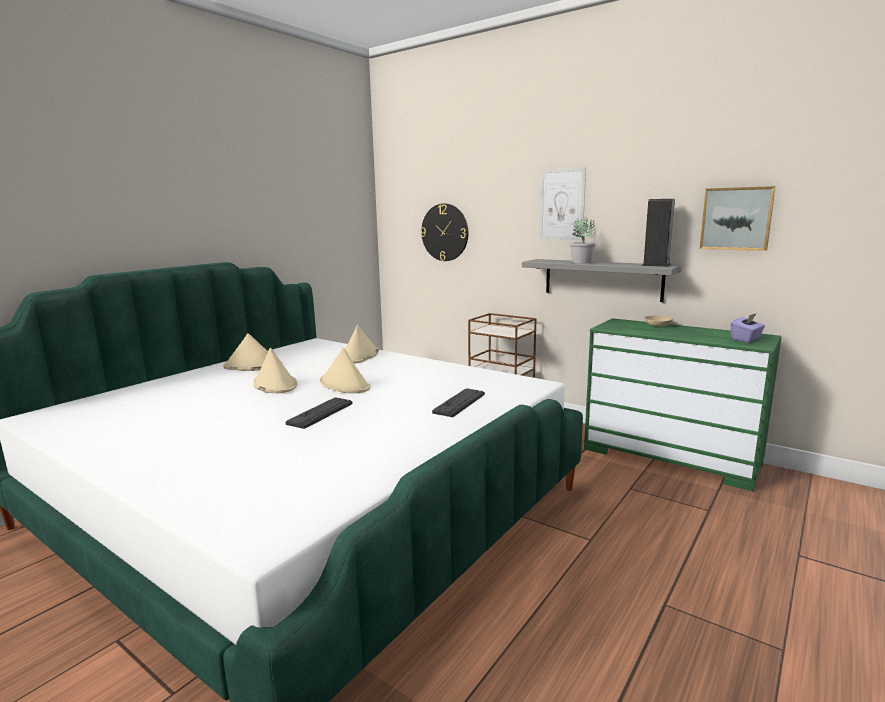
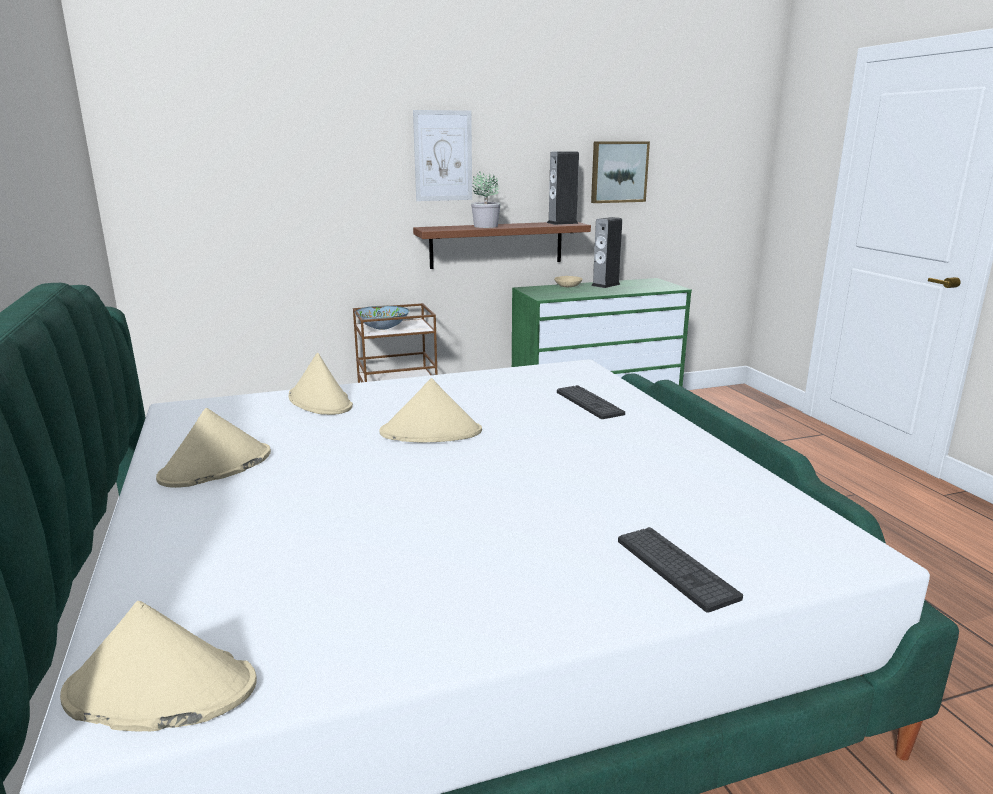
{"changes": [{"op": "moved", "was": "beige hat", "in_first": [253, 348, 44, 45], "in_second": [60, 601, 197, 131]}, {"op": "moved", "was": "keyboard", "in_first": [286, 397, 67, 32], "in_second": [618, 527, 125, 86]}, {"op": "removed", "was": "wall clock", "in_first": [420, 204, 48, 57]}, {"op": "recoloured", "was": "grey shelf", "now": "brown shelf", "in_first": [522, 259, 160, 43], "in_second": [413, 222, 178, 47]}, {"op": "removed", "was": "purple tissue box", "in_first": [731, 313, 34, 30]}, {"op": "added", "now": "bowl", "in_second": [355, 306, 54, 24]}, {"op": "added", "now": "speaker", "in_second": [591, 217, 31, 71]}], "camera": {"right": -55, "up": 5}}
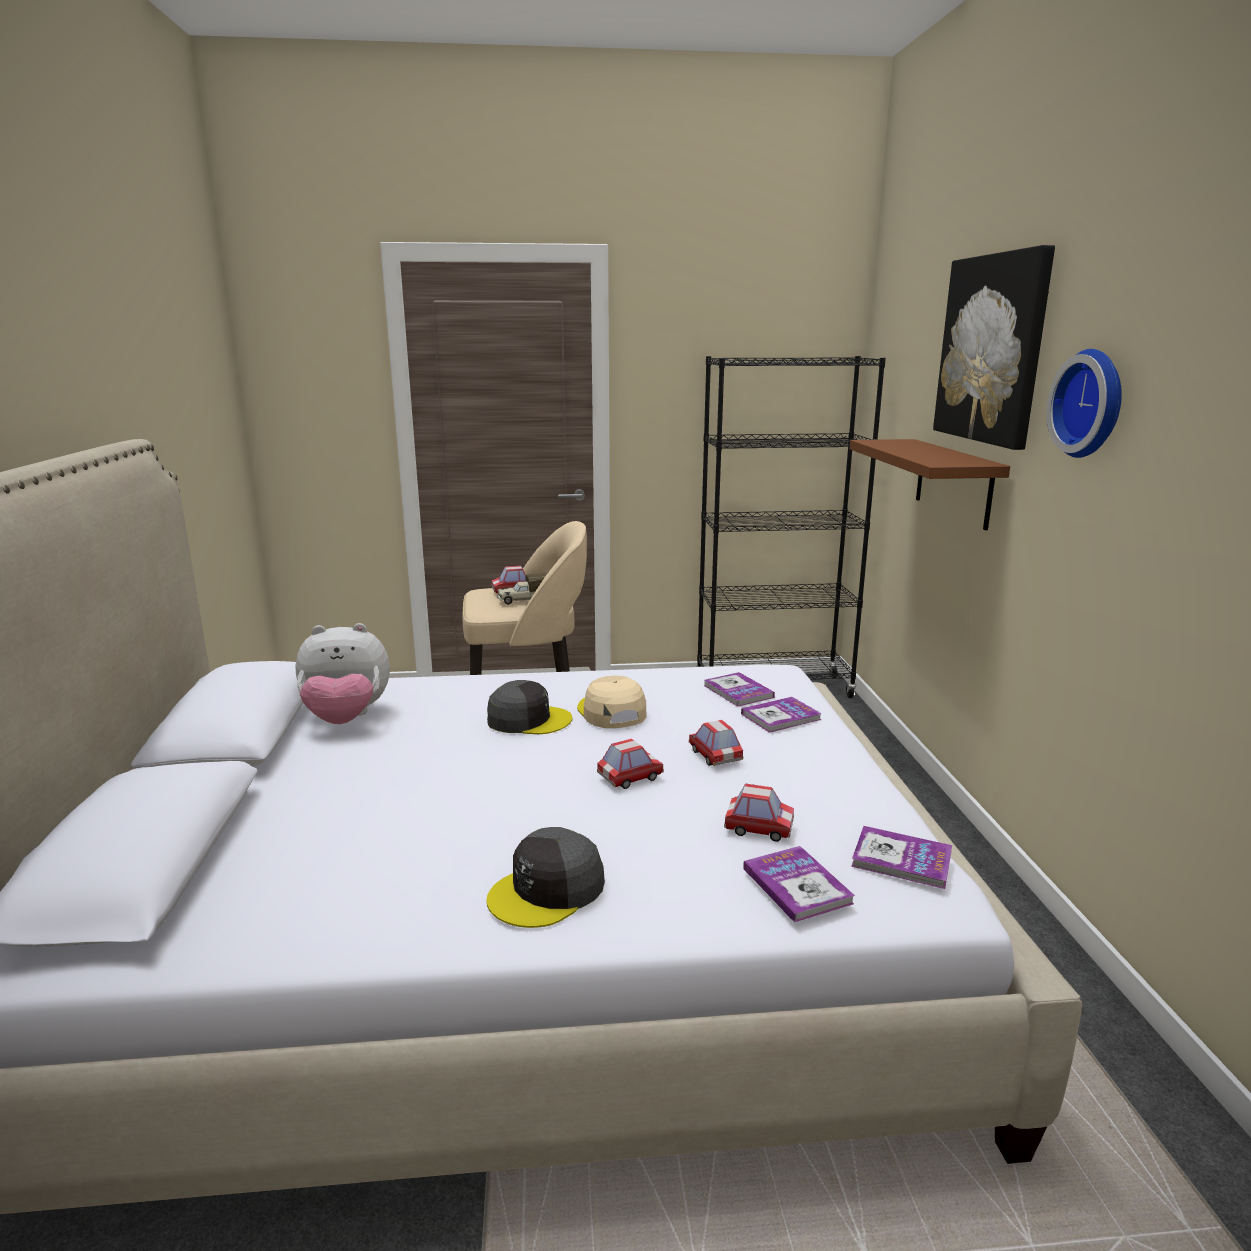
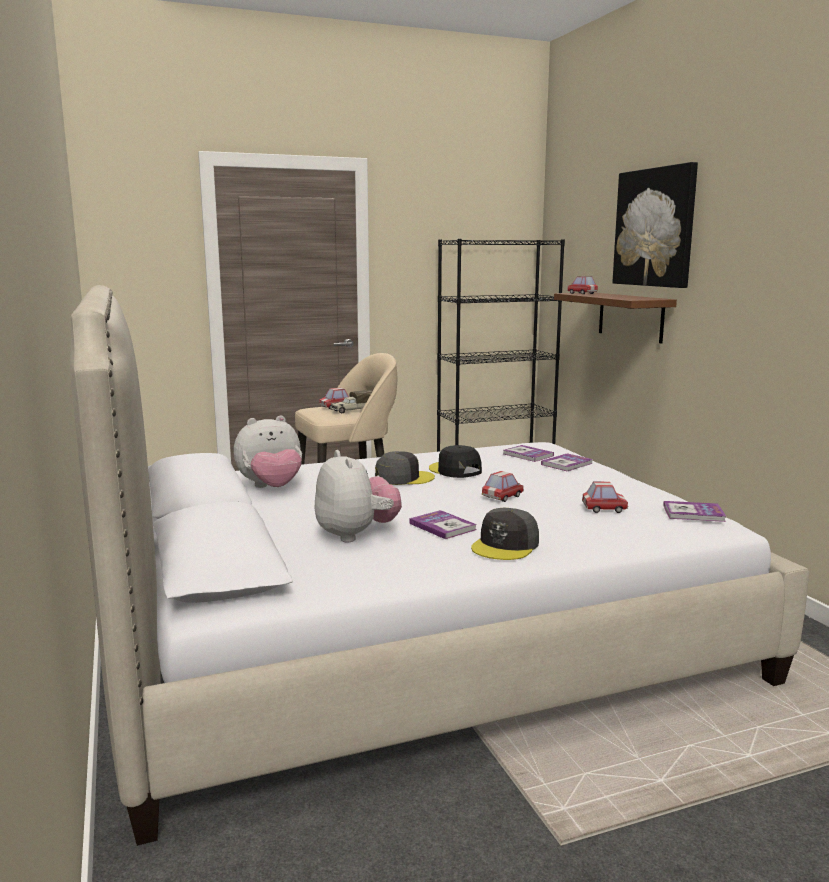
{"changes": [{"op": "recoloured", "was": "beige cap", "now": "black cap", "in_first": [577, 676, 69, 53], "in_second": [429, 445, 53, 33]}, {"op": "moved", "was": "toy car", "in_first": [689, 720, 54, 46], "in_second": [567, 276, 31, 18]}, {"op": "moved", "was": "book", "in_first": [743, 846, 112, 76], "in_second": [410, 510, 67, 29]}, {"op": "removed", "was": "wall clock", "in_first": [1047, 349, 75, 109]}, {"op": "added", "now": "plush toy", "in_second": [315, 450, 87, 93]}], "camera": {"right": -15, "up": -5}}
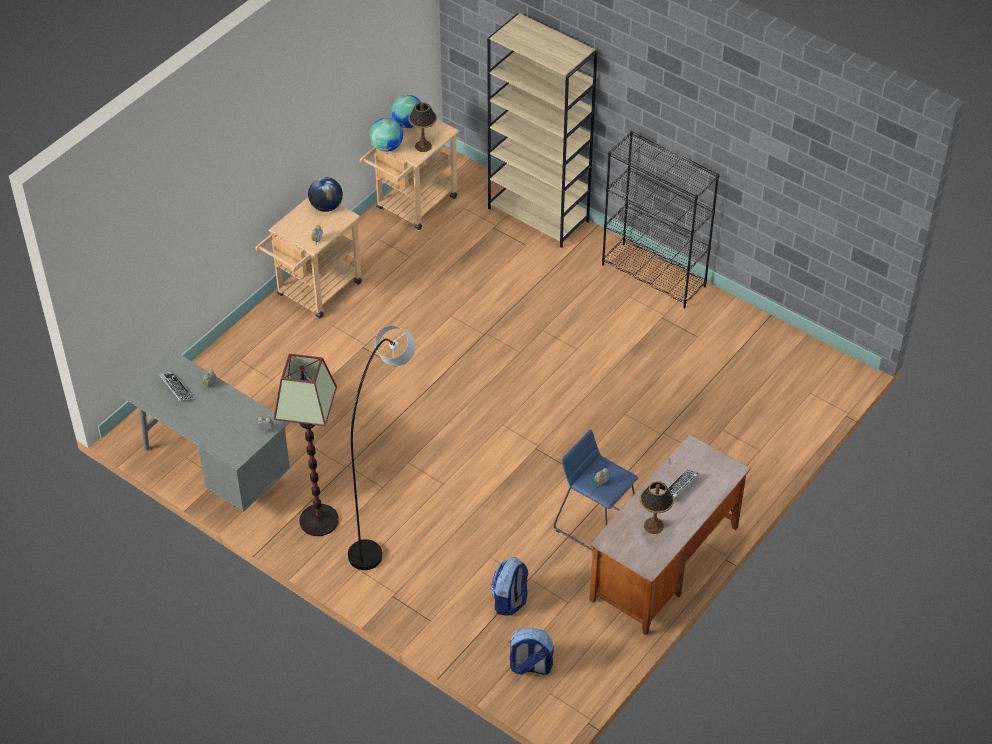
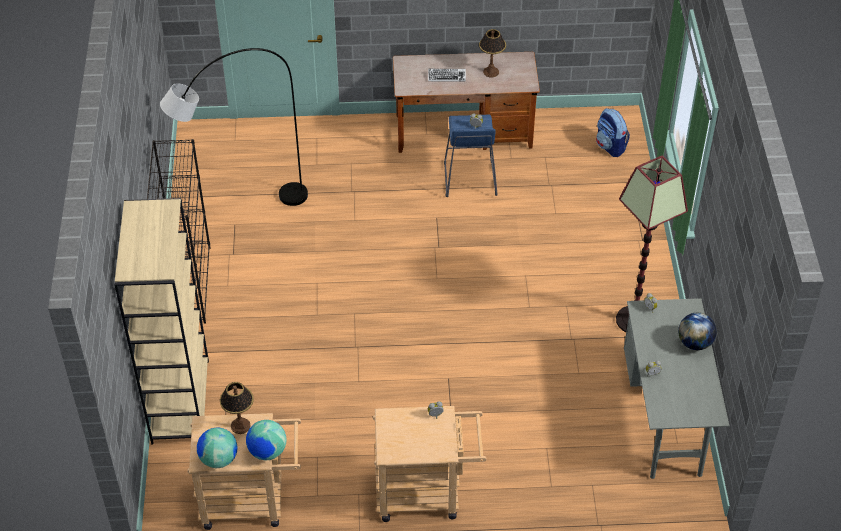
{"changes": [{"op": "removed", "was": "keyboard", "in_first": [159, 372, 35, 30]}, {"op": "moved", "was": "globe", "in_first": [308, 177, 35, 35], "in_second": [678, 313, 39, 37]}, {"op": "moved", "was": "grey floor lamp", "in_first": [348, 326, 68, 244], "in_second": [160, 48, 148, 158]}, {"op": "removed", "was": "backpack", "in_first": [491, 557, 38, 59]}], "camera": {"right": -130, "up": 0}}
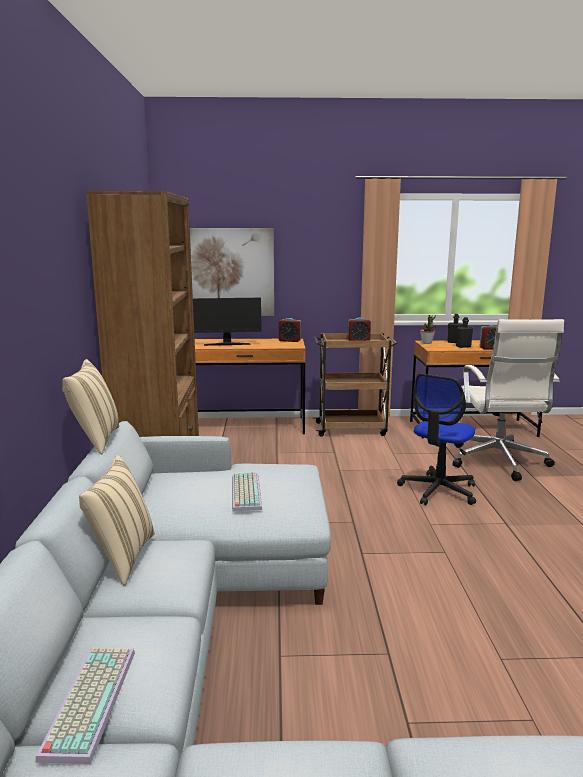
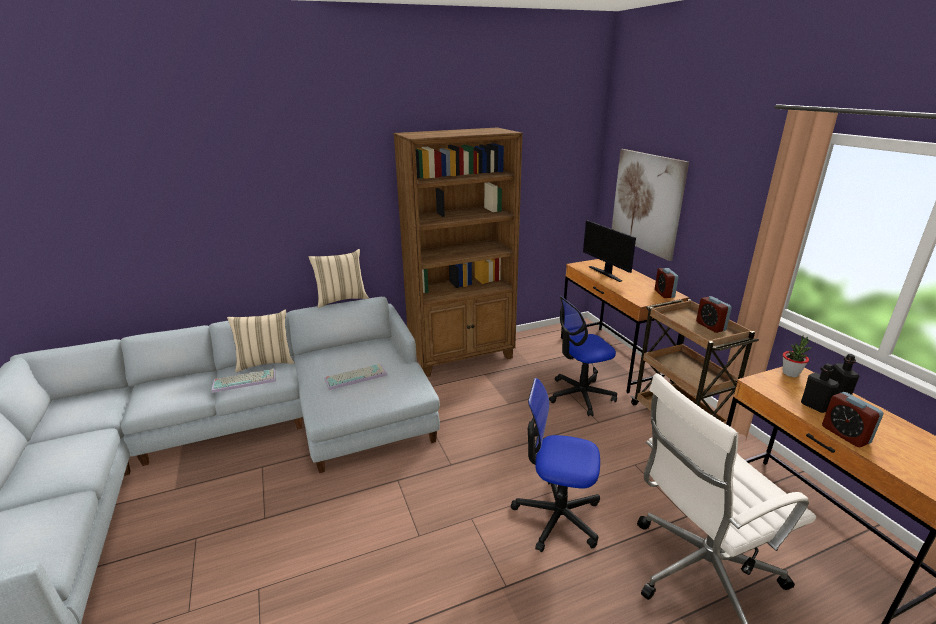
{"changes": [{"op": "moved", "was": "keyboard", "in_first": [35, 648, 100, 116], "in_second": [212, 369, 64, 24]}, {"op": "added", "now": "office chair", "in_second": [549, 296, 68, 120]}], "camera": {"right": 70, "up": 10}}
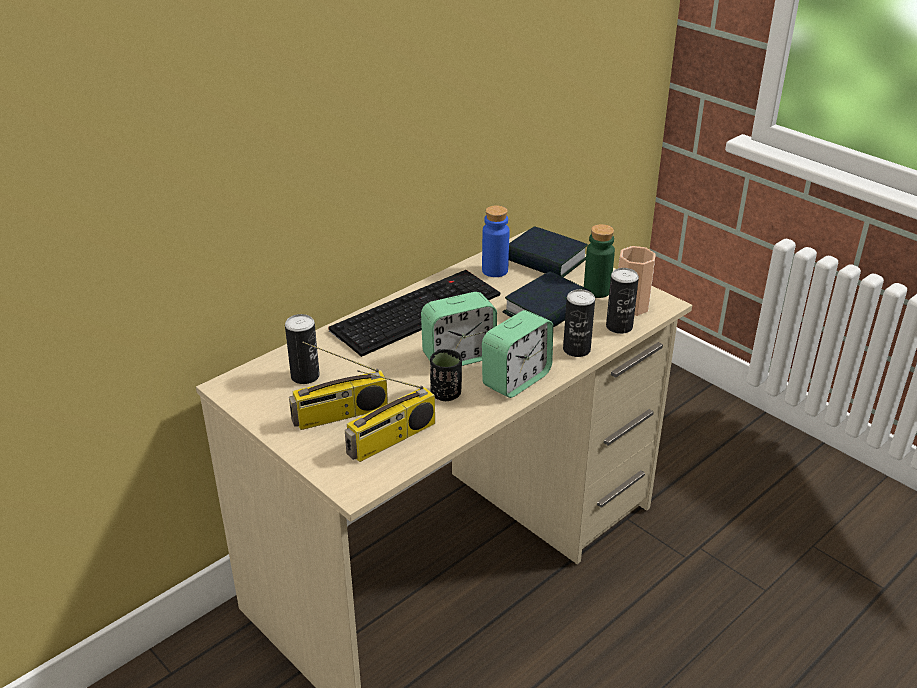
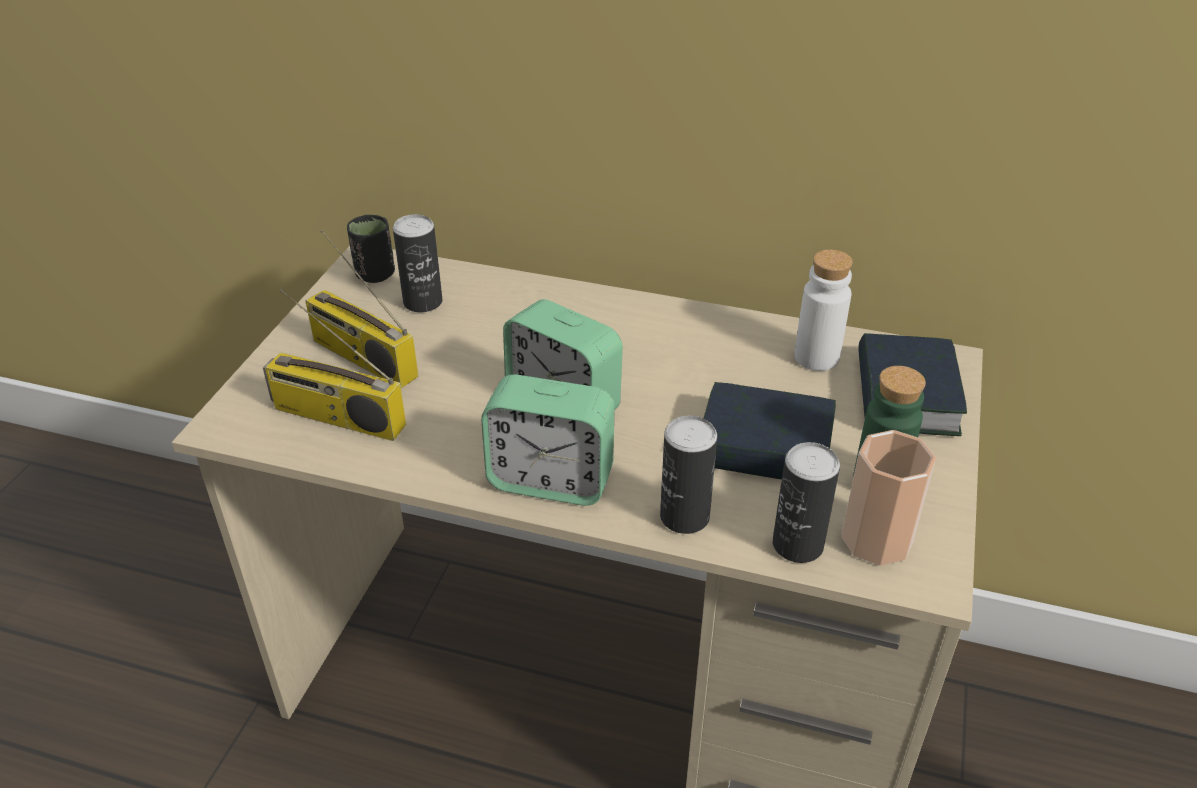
{"changes": [{"op": "removed", "was": "keyboard", "in_first": [328, 270, 172, 87]}, {"op": "moved", "was": "black cup", "in_first": [430, 349, 32, 52], "in_second": [347, 215, 48, 68]}, {"op": "recoloured", "was": "blue bottle", "now": "white bottle", "in_first": [482, 205, 27, 72], "in_second": [795, 249, 58, 122]}], "camera": {"right": 60, "up": 5}}
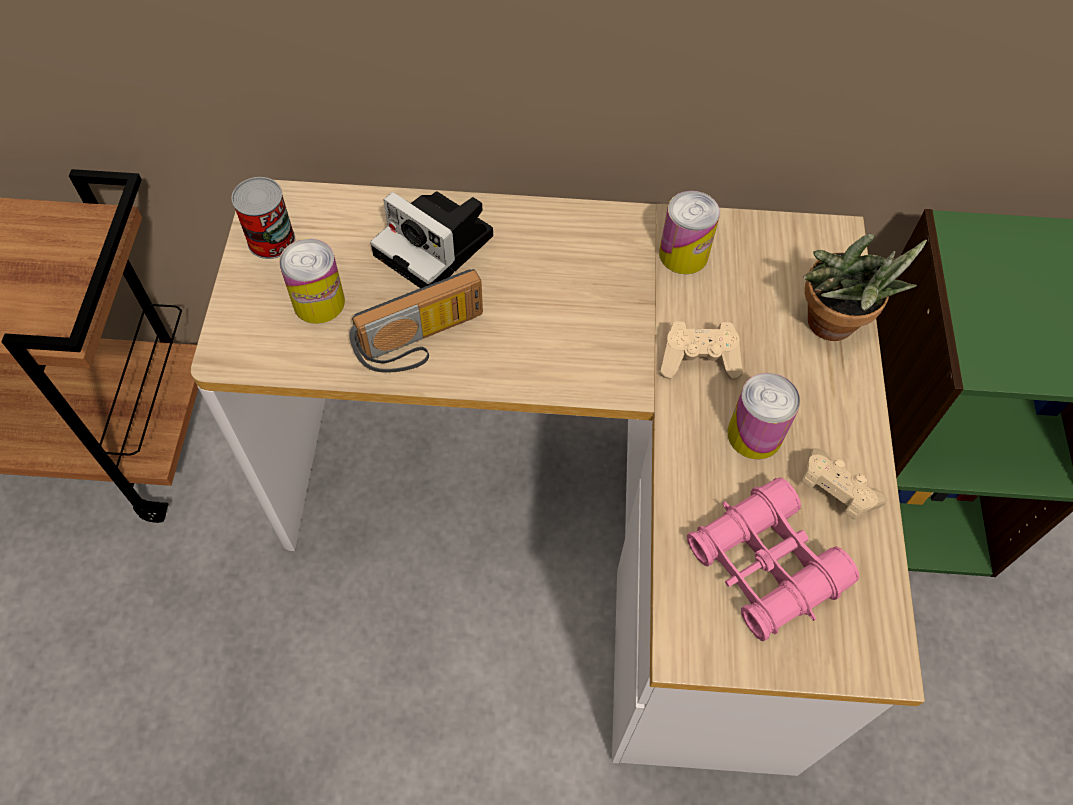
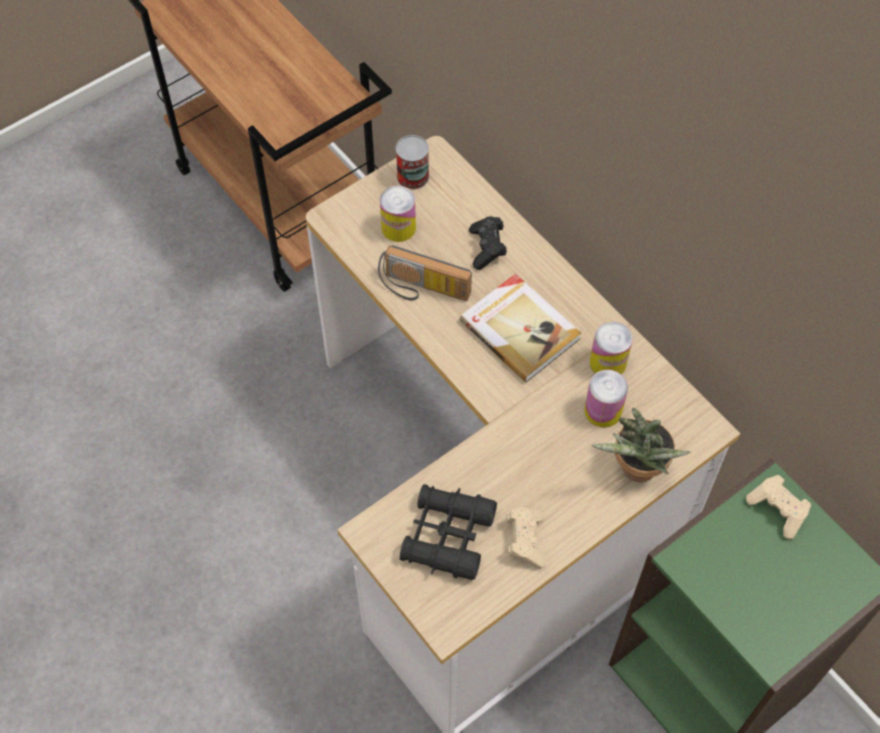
{"changes": [{"op": "replaced", "was": "photo camera", "now": "black game controller", "in_first": [370, 191, 123, 97], "in_second": [469, 216, 38, 54]}, {"op": "moved", "was": "beige game controller", "in_first": [659, 322, 84, 58], "in_second": [746, 475, 65, 64]}, {"op": "recoloured", "was": "pink binoculars", "now": "black binoculars", "in_first": [687, 478, 173, 163], "in_second": [400, 484, 97, 96]}, {"op": "moved", "was": "can", "in_first": [727, 373, 73, 87], "in_second": [584, 370, 44, 58]}, {"op": "added", "now": "book", "in_second": [459, 274, 122, 109]}], "camera": {"right": 50, "up": 0}}
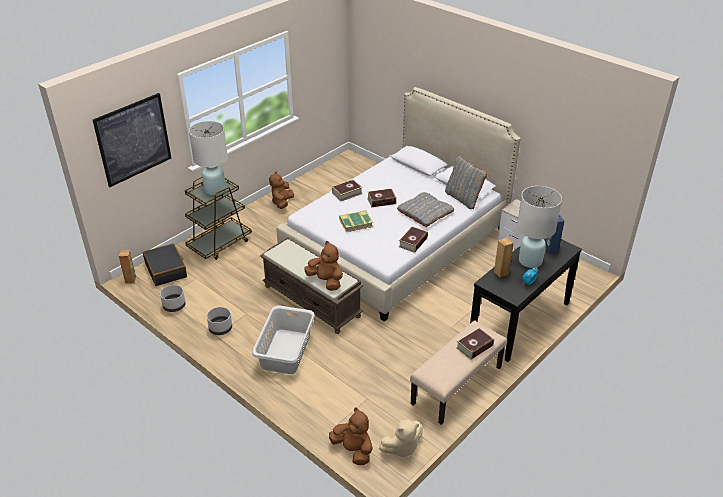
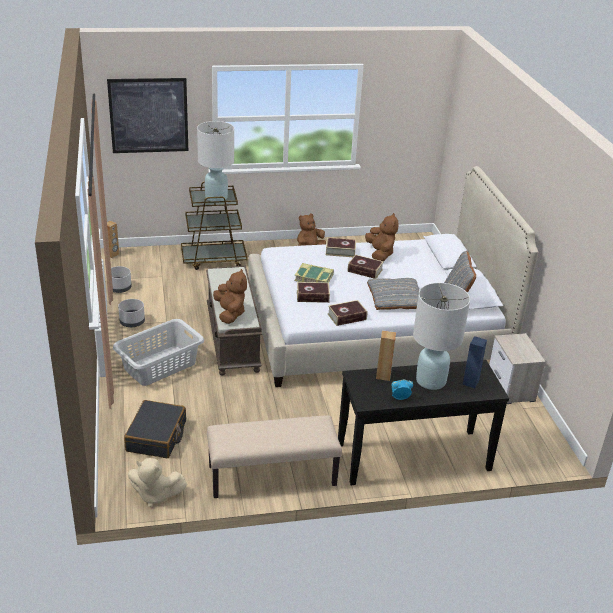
{"changes": [{"op": "moved", "was": "black suitcase", "in_first": [143, 243, 44, 43], "in_second": [124, 400, 62, 58]}, {"op": "moved", "was": "brown plush toy", "in_first": [329, 407, 44, 58], "in_second": [365, 213, 34, 48]}, {"op": "moved", "was": "book", "in_first": [456, 327, 38, 33], "in_second": [297, 282, 33, 21]}], "camera": {"right": 35, "up": -5}}
